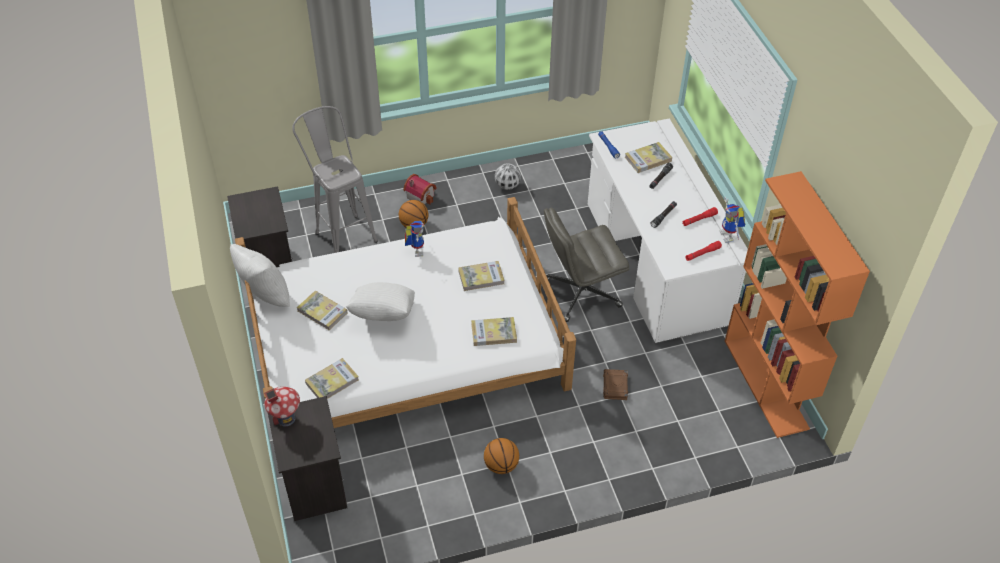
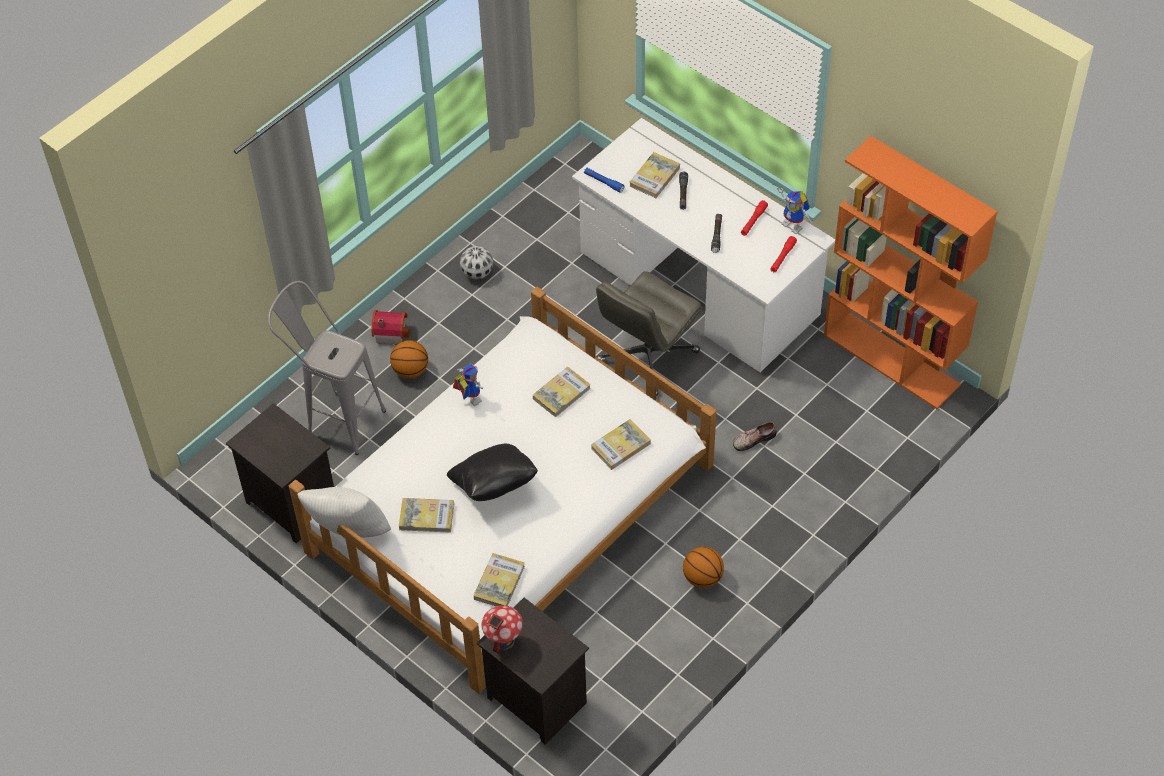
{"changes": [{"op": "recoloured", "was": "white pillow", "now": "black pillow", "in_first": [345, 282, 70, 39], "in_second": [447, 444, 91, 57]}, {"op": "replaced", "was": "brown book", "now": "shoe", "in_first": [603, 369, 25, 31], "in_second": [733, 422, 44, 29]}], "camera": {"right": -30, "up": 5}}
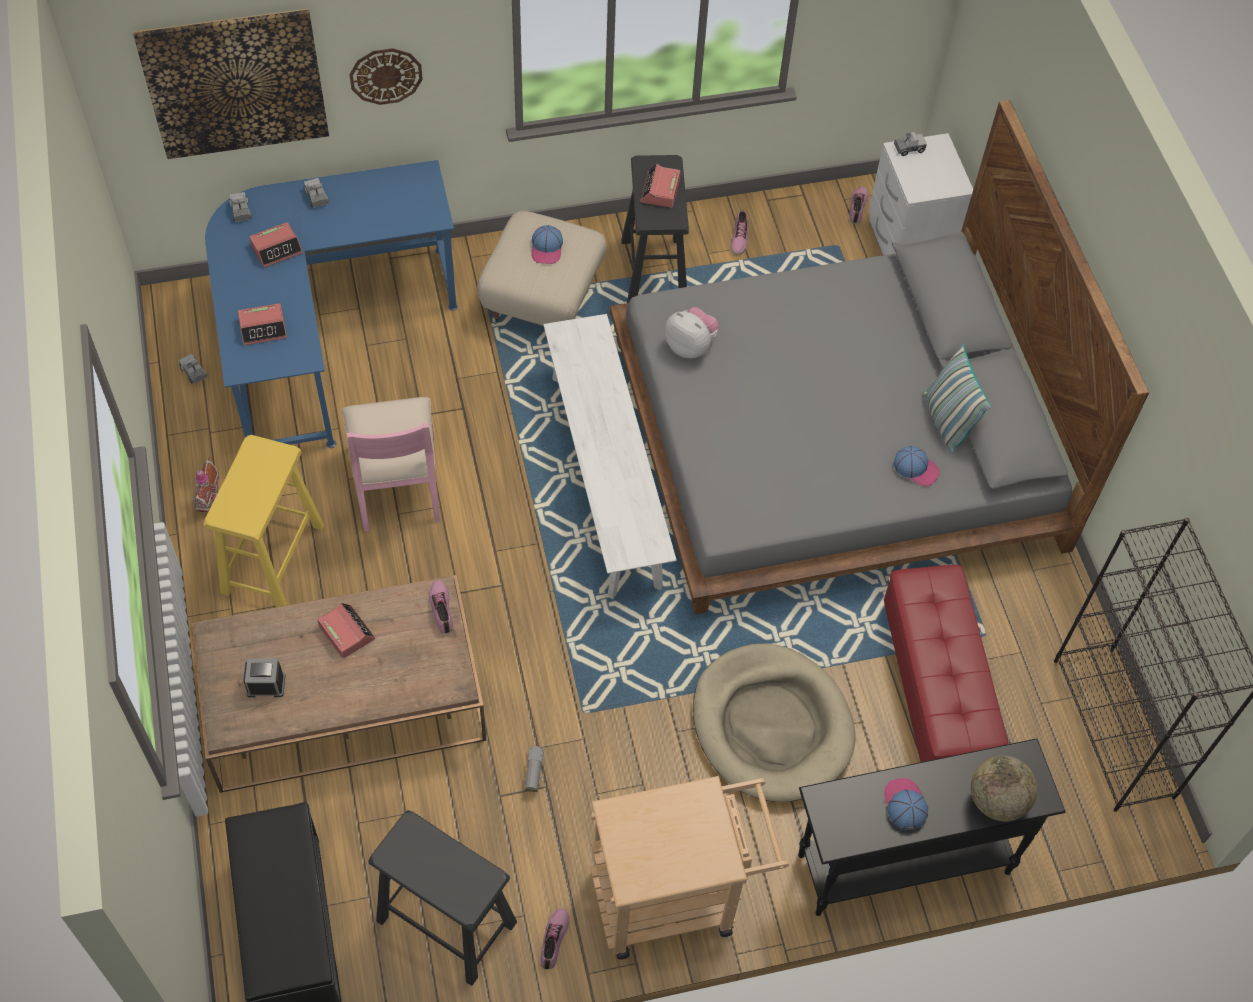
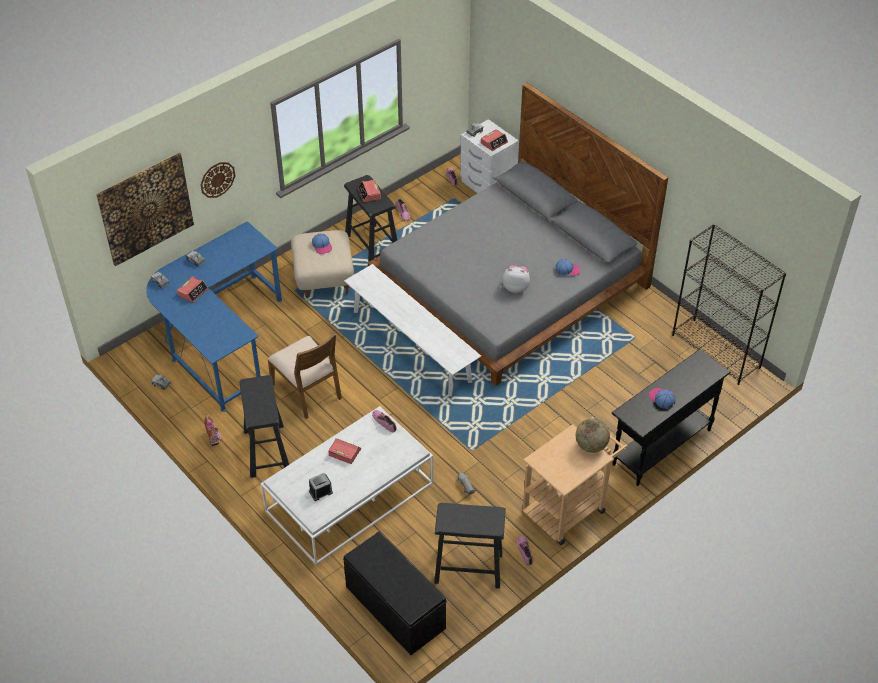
{"changes": [{"op": "recoloured", "was": "brown coffee table", "now": "white coffee table", "in_first": [191, 575, 295, 218], "in_second": [261, 406, 172, 159]}, {"op": "recoloured", "was": "yellow stool", "now": "black stool", "in_first": [203, 435, 121, 172], "in_second": [239, 375, 50, 103]}, {"op": "moved", "was": "alarm clock", "in_first": [238, 303, 49, 42], "in_second": [481, 129, 27, 22]}, {"op": "recoloured", "was": "pink chair", "now": "brown chair", "in_first": [342, 397, 98, 135], "in_second": [268, 333, 74, 86]}, {"op": "moved", "was": "plush toy", "in_first": [665, 307, 54, 51], "in_second": [502, 265, 28, 28]}, {"op": "removed", "was": "beige dog bed", "in_first": [693, 643, 162, 159]}, {"op": "removed", "was": "red ottoman", "in_first": [884, 565, 124, 197]}, {"op": "removed", "was": "pillow", "in_first": [923, 344, 68, 110]}, {"op": "moved", "was": "globe", "in_first": [971, 755, 66, 66], "in_second": [576, 418, 34, 35]}], "camera": {"right": -25, "up": -10}}
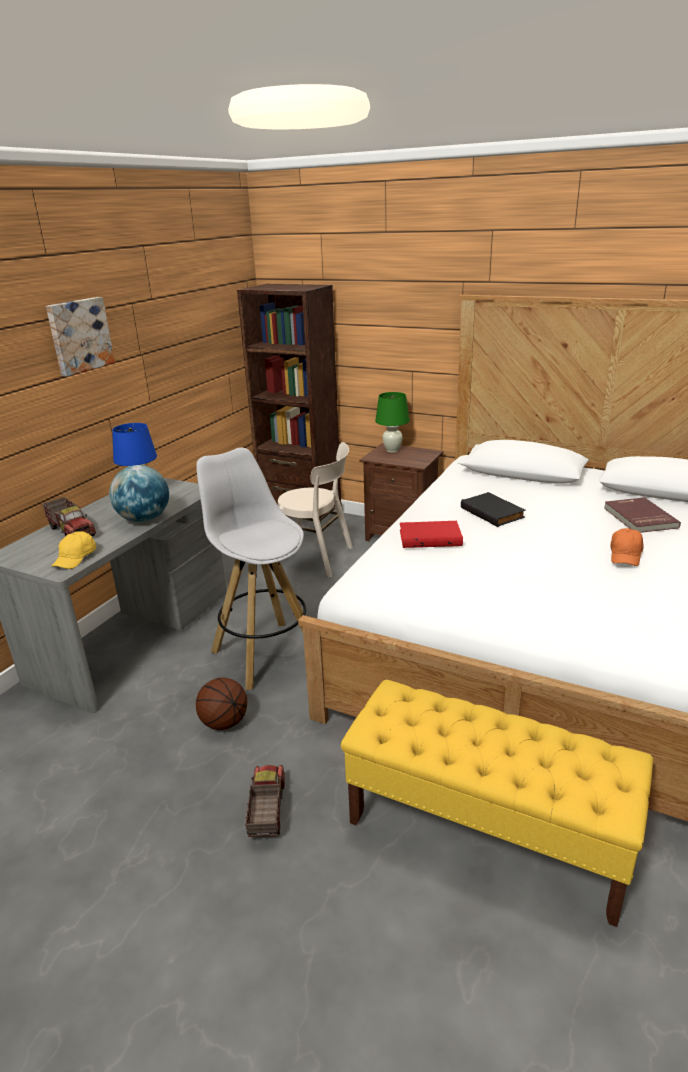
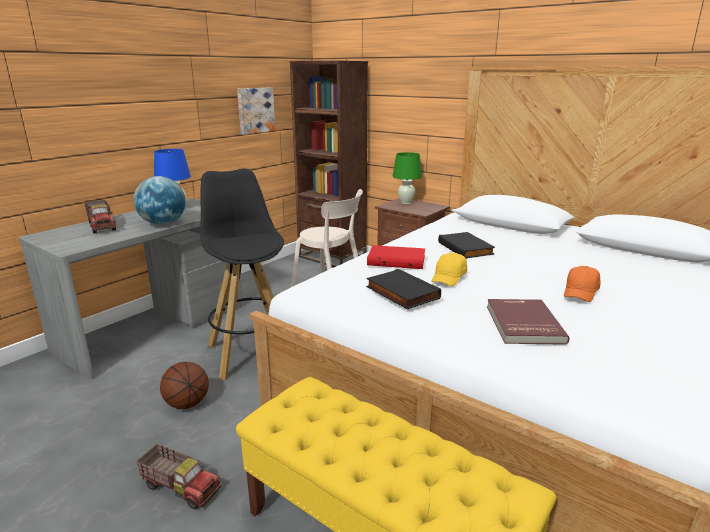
{"changes": [{"op": "moved", "was": "picture", "in_first": [46, 297, 69, 80], "in_second": [237, 88, 39, 47]}, {"op": "moved", "was": "yellow cap", "in_first": [52, 531, 44, 38], "in_second": [431, 253, 36, 33]}, {"op": "recoloured", "was": "white stool", "now": "black stool", "in_first": [196, 447, 110, 243], "in_second": [200, 168, 84, 212]}, {"op": "turned", "was": "toy truck", "in_first": [245, 765, 40, 72], "in_second": [136, 444, 85, 65], "clockwise": 105}, {"op": "moved", "was": "red book", "in_first": [604, 497, 77, 36], "in_second": [487, 299, 82, 46]}, {"op": "added", "now": "black book", "in_second": [366, 269, 75, 40]}], "camera": {"right": 10, "up": -5}}
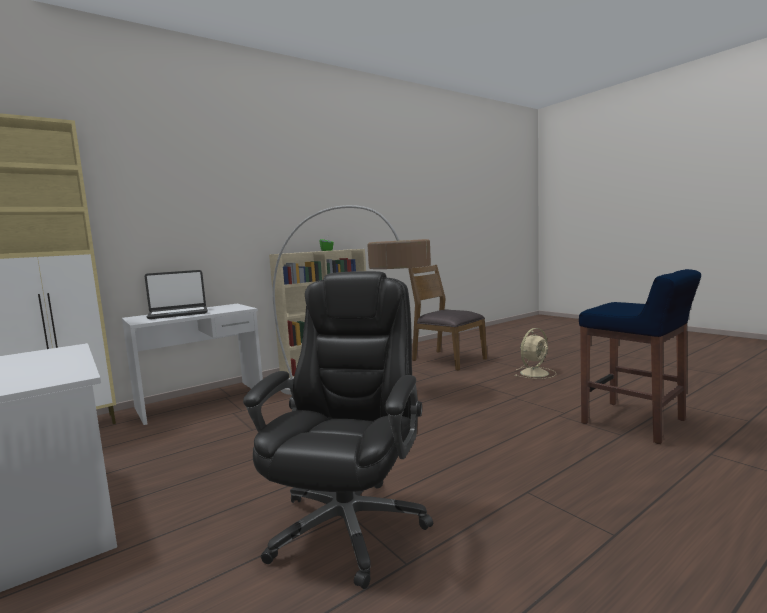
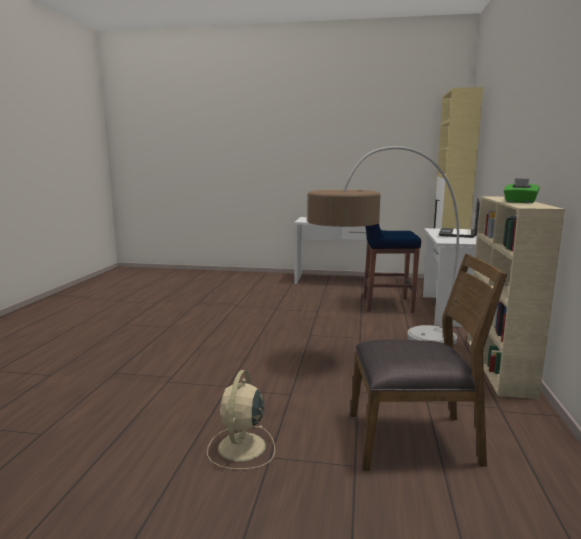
{"changes": [{"op": "removed", "was": "black office chair", "in_first": [243, 271, 191, 318]}, {"op": "moved", "was": "blue stool", "in_first": [579, 269, 122, 175], "in_second": [363, 224, 58, 89]}], "camera": {"right": 135, "up": 5}}
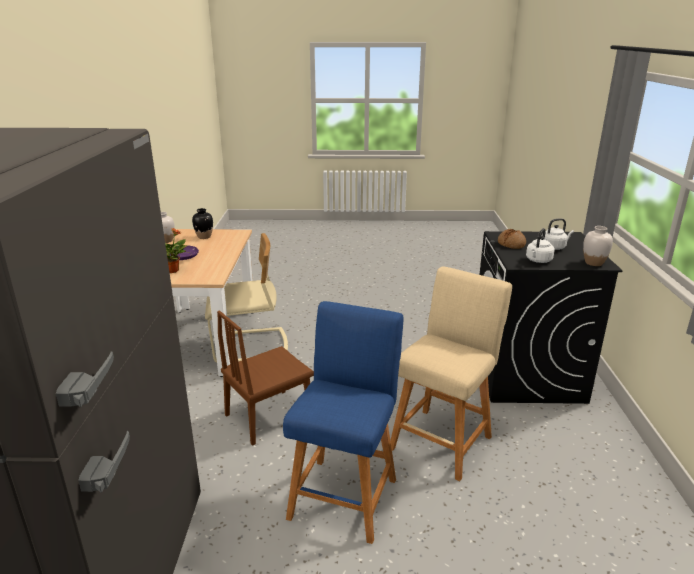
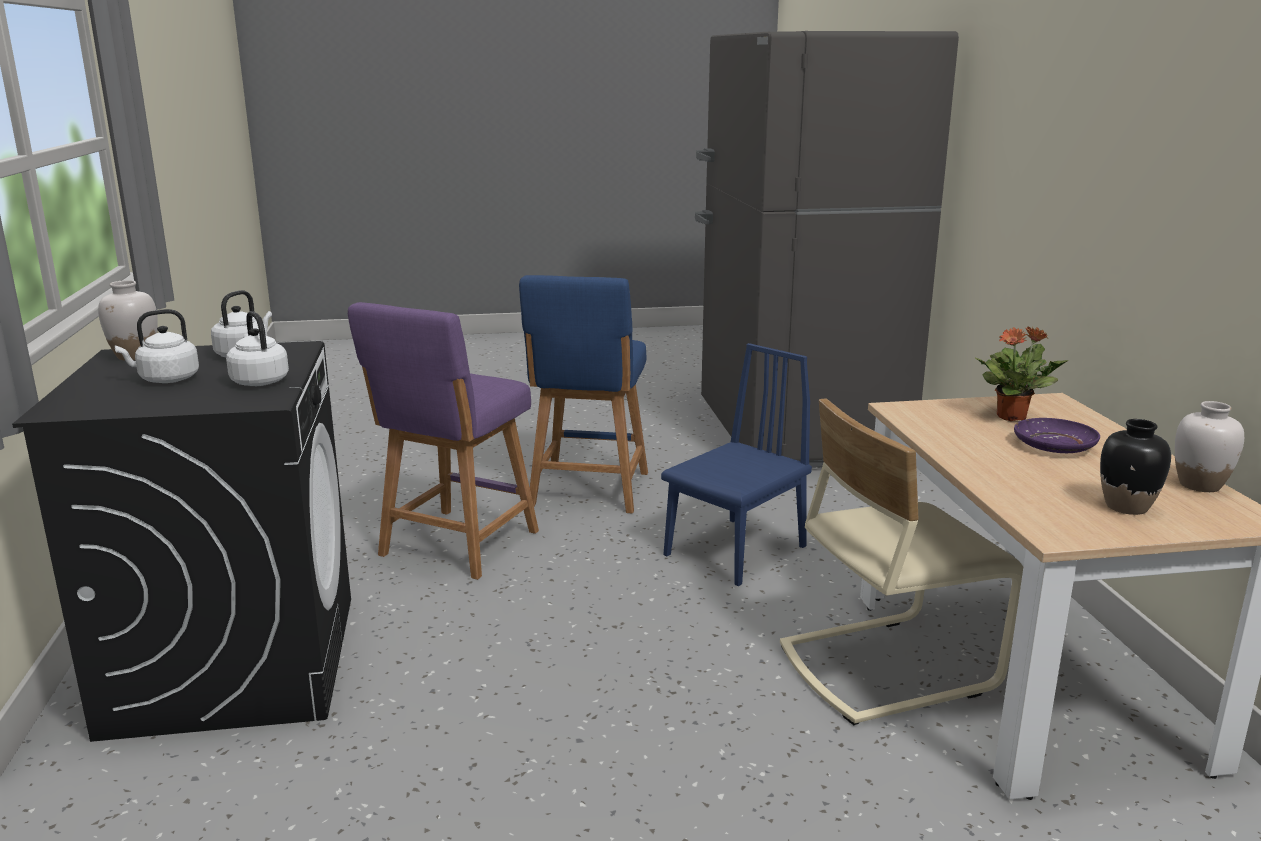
{"changes": [{"op": "recoloured", "was": "brown chair", "now": "blue chair", "in_first": [217, 310, 97, 136], "in_second": [661, 343, 151, 243]}, {"op": "recoloured", "was": "beige stool", "now": "purple stool", "in_first": [390, 266, 122, 215], "in_second": [348, 302, 191, 278]}, {"op": "replaced", "was": "bread", "now": "white kettle", "in_first": [498, 229, 28, 20], "in_second": [226, 311, 63, 75]}], "camera": {"right": 170, "up": -5}}
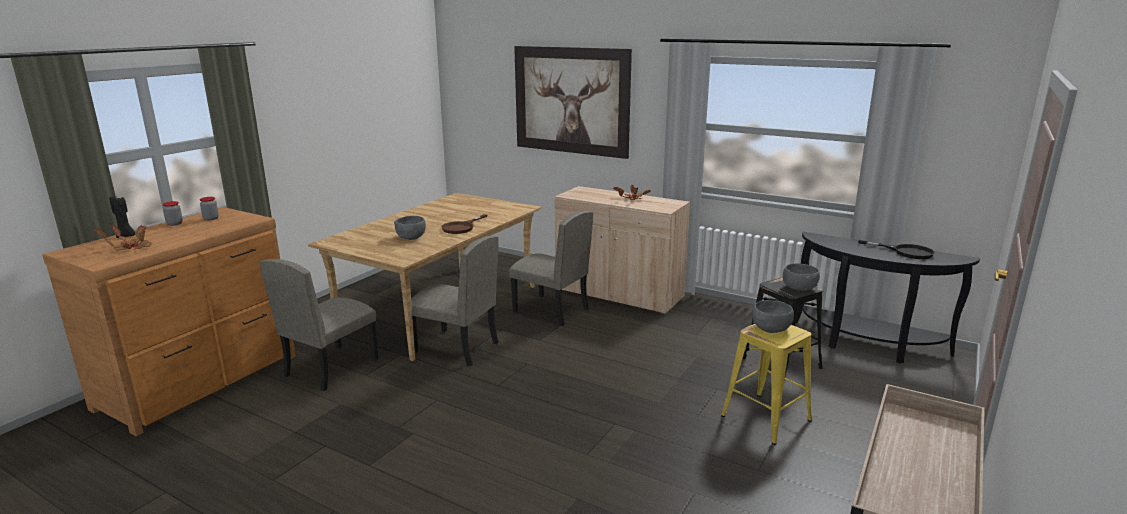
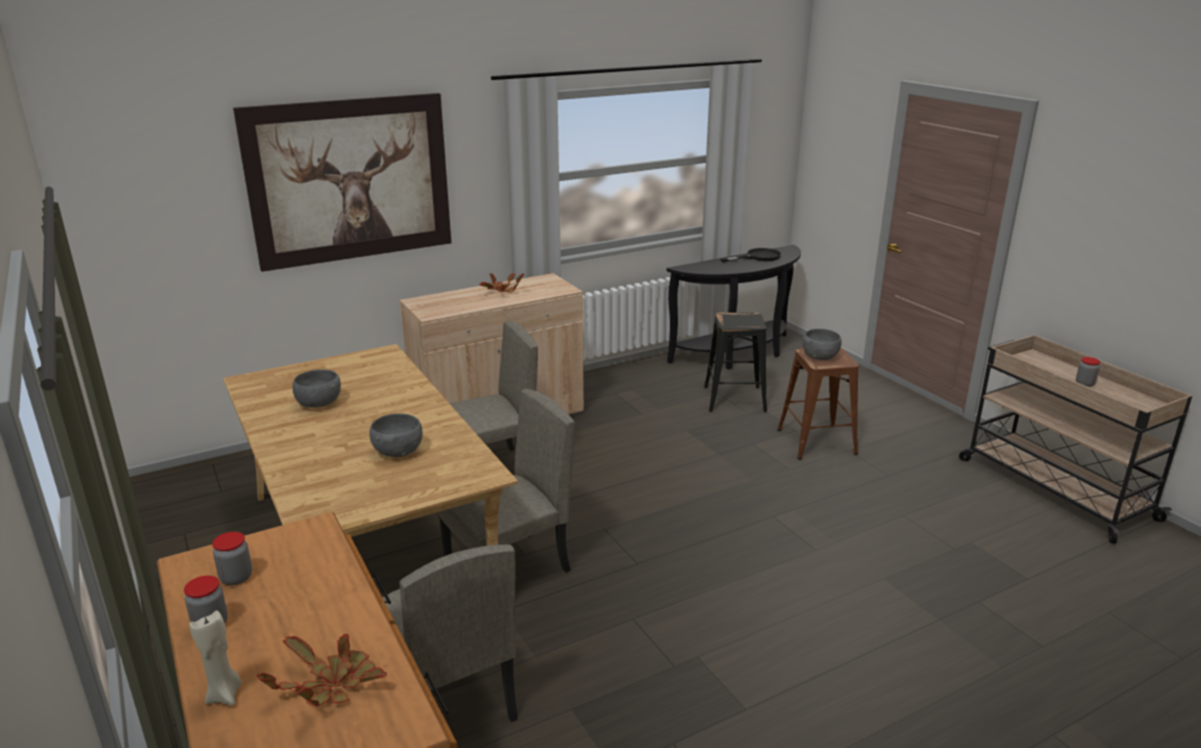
{"changes": [{"op": "recoloured", "was": "black candle", "now": "beige candle", "in_first": [109, 196, 26, 42], "in_second": [189, 611, 53, 95]}, {"op": "removed", "was": "brown frying pan", "in_first": [441, 214, 46, 20]}, {"op": "recoloured", "was": "yellow stool", "now": "brown stool", "in_first": [721, 324, 91, 121], "in_second": [777, 348, 82, 112]}, {"op": "moved", "was": "grey bowl", "in_first": [783, 264, 37, 27], "in_second": [293, 369, 48, 39]}, {"op": "added", "now": "jar", "in_second": [1076, 357, 24, 30]}], "camera": {"right": -60, "up": 5}}
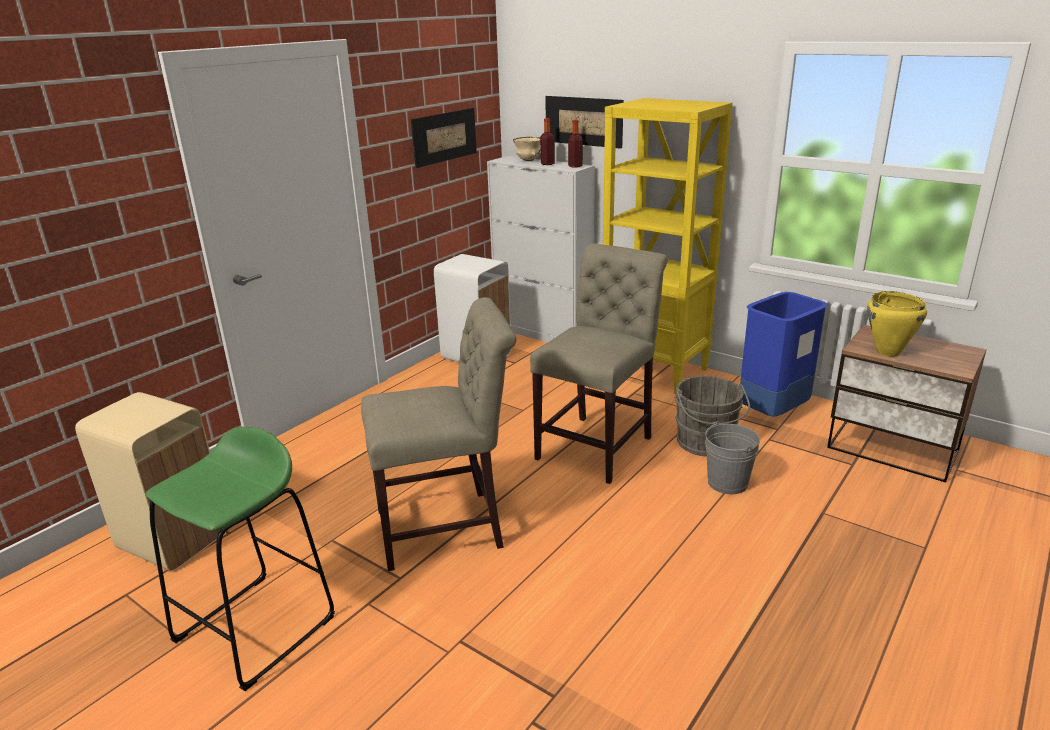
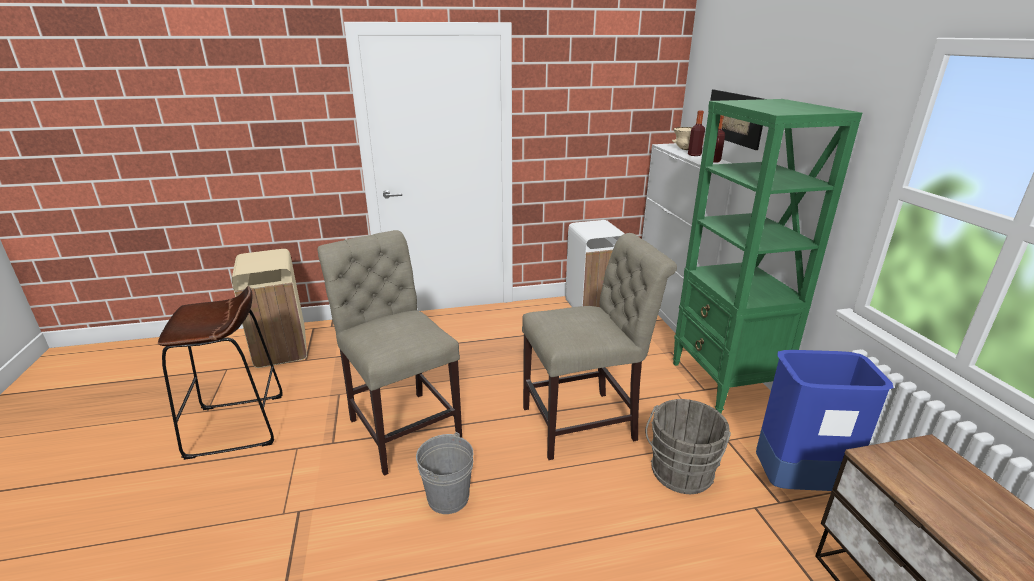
{"changes": [{"op": "recoloured", "was": "green stool", "now": "brown stool", "in_first": [146, 427, 189, 264], "in_second": [158, 286, 125, 174]}, {"op": "turned", "was": "beige chair", "in_first": [361, 297, 156, 274], "in_second": [317, 230, 145, 246], "clockwise": -150}, {"op": "removed", "was": "picture", "in_first": [411, 108, 66, 60]}, {"op": "recoloured", "was": "yellow bookcase", "now": "green bookcase", "in_first": [603, 98, 130, 296], "in_second": [673, 99, 189, 315]}, {"op": "moved", "was": "grey bucket", "in_first": [705, 421, 55, 73], "in_second": [416, 432, 58, 82]}, {"op": "removed", "was": "yellow cooking pot", "in_first": [867, 291, 60, 66]}], "camera": {"right": 40, "up": 0}}
